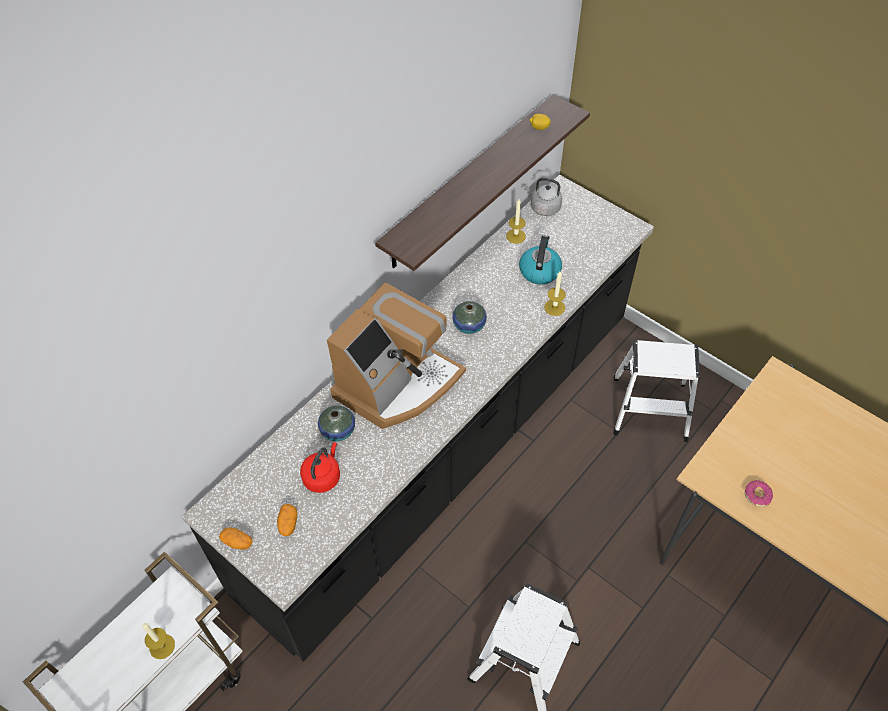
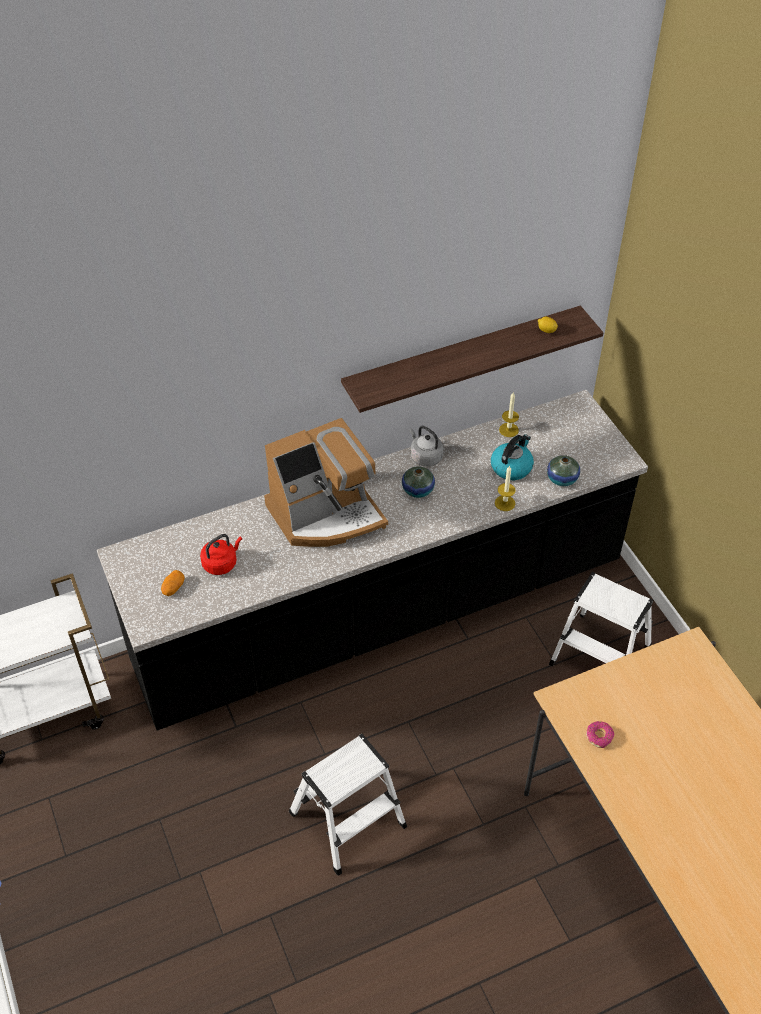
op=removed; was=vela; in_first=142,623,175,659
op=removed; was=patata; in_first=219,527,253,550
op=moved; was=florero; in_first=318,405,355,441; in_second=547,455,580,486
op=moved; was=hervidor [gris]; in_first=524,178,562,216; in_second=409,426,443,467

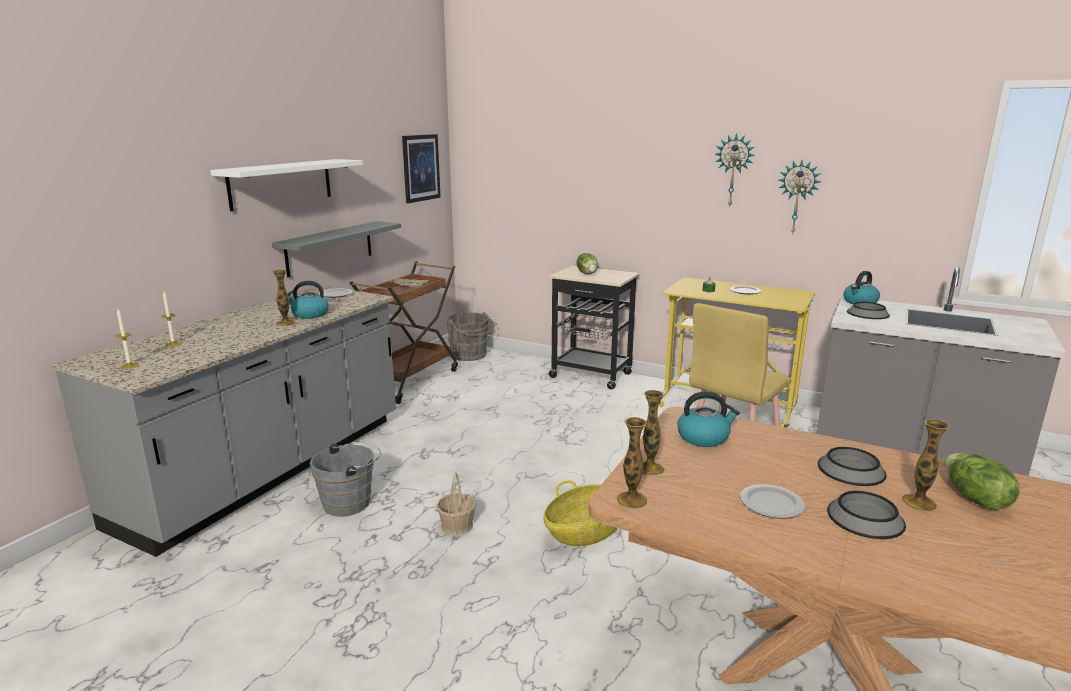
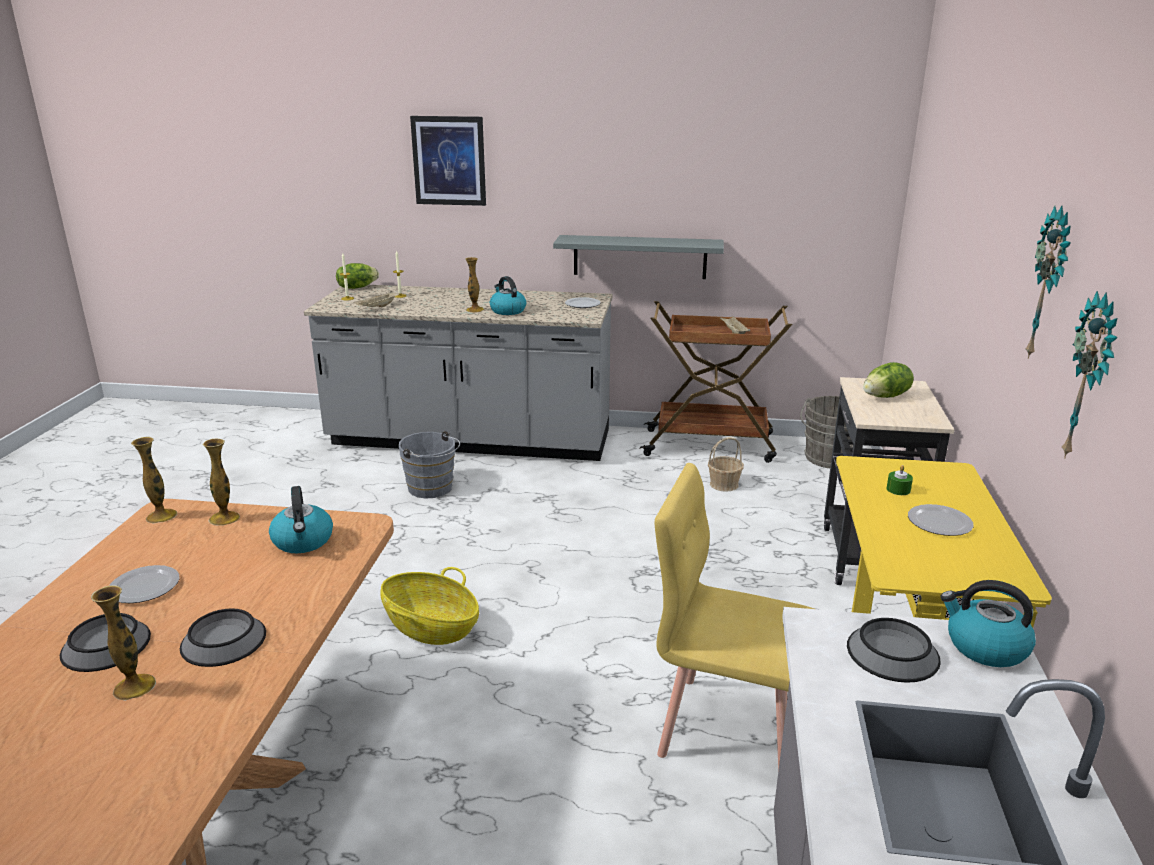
op=removed; was=estante [blanco]; in_first=210,159,363,211
op=moved; was=cuadro; in_first=402,134,441,203; in_second=410,116,486,206
op=moved; was=cesta; in_first=436,473,476,536; in_second=708,437,744,492
op=moved; was=lechuga; in_first=945,453,1020,510; in_second=336,263,379,289
op=added; now=bandeja [beis]; in_second=354,291,399,307

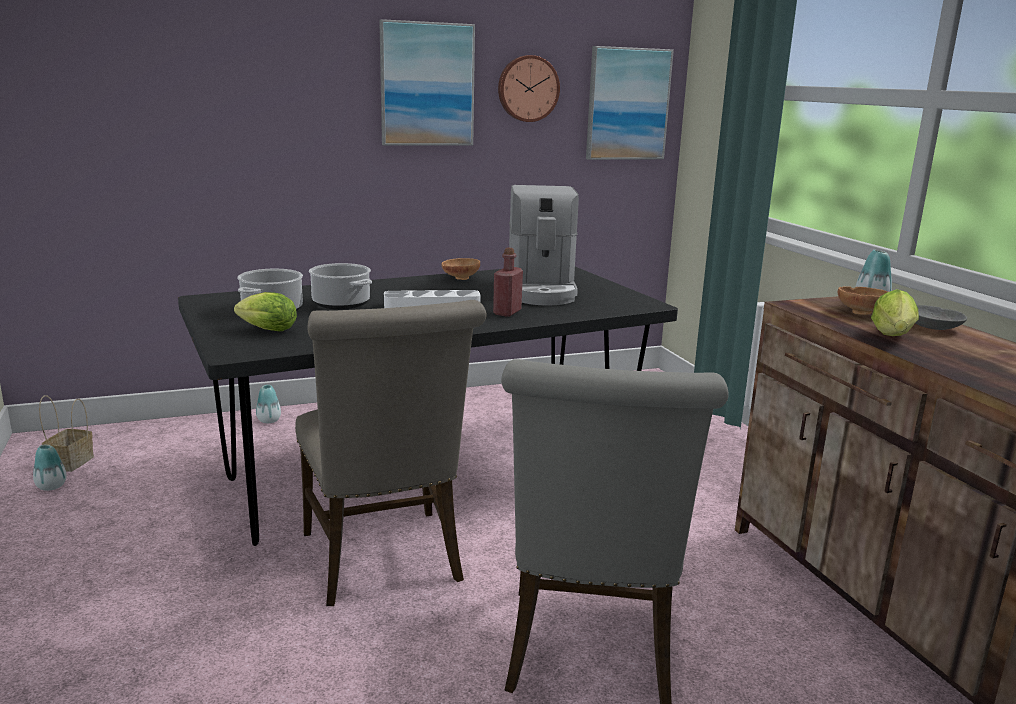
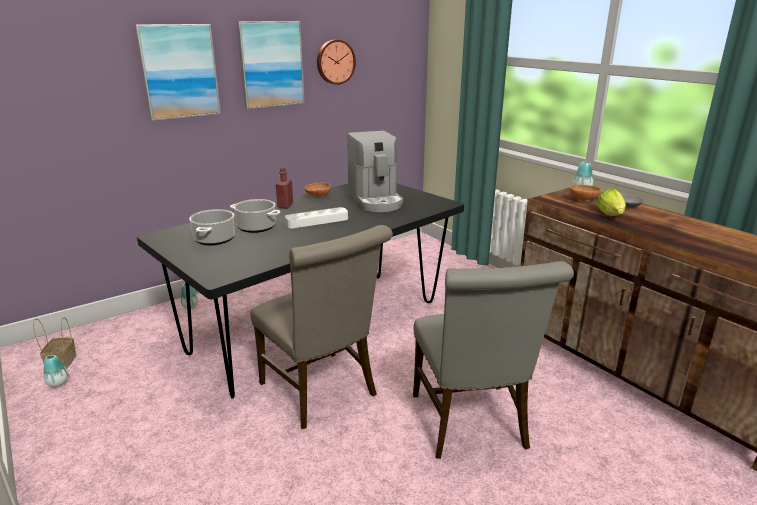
op=removed; was=lechuga; in_first=234,292,297,331
op=moved; was=botella [rojo]; in_first=493,248,523,317; in_second=276,167,293,209
op=moved; was=cuadro; in_first=586,46,674,160; in_second=135,24,221,121

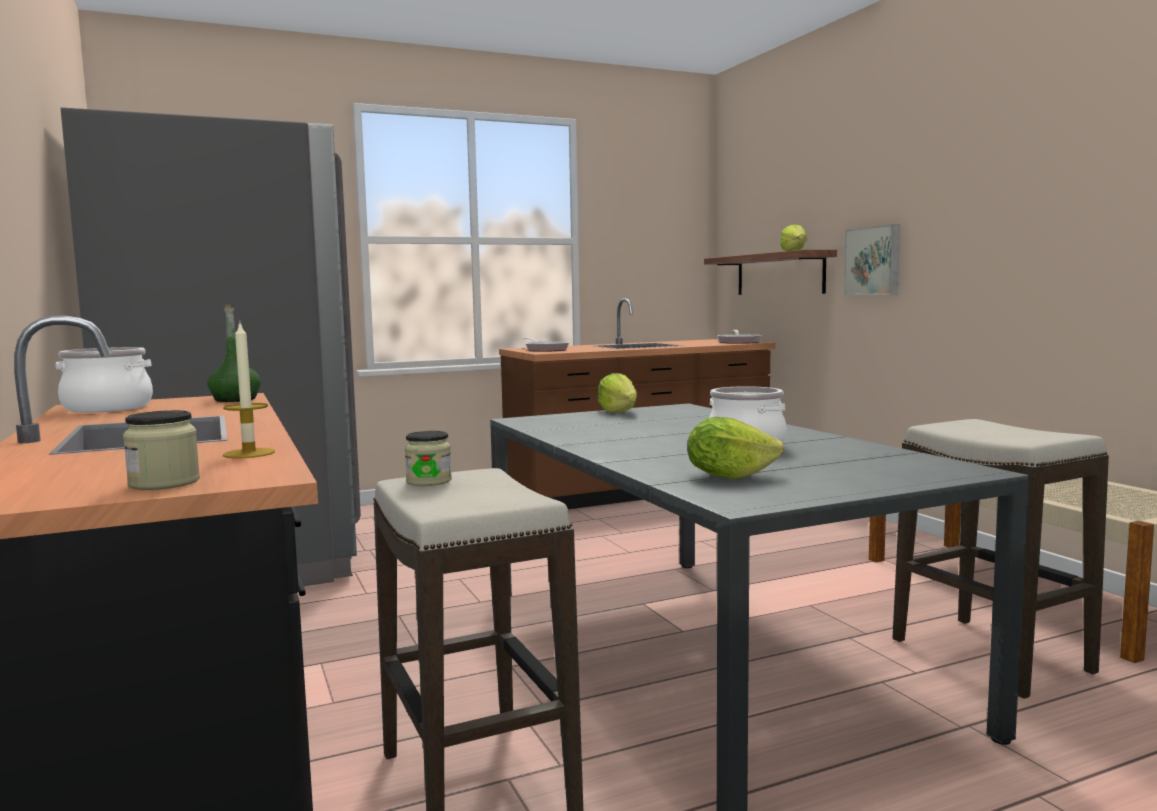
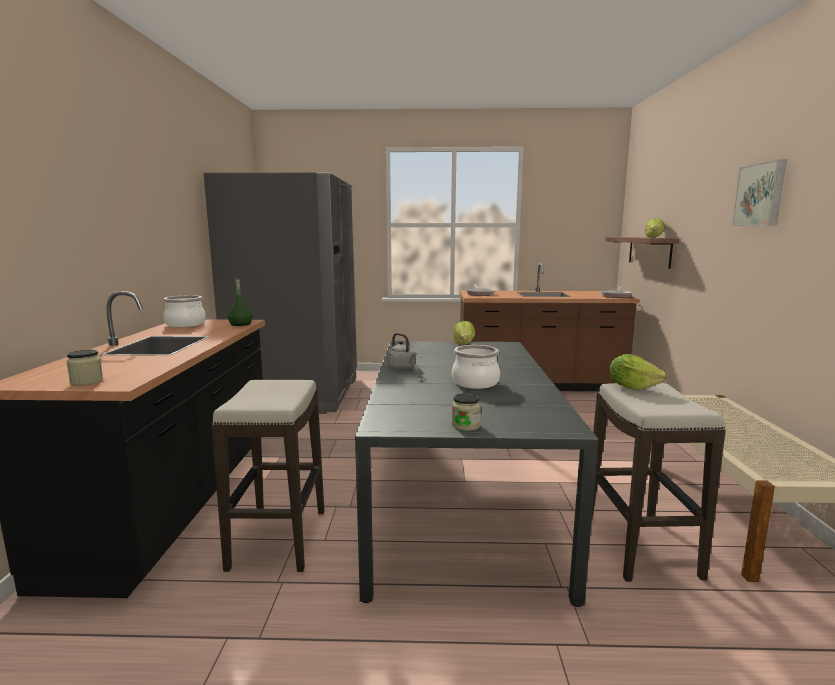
op=removed; was=vela; in_first=223,323,275,458
op=moved; was=tarro; in_first=405,431,452,486; in_second=452,393,481,431
op=moved; was=lechuga; in_first=687,417,784,479; in_second=609,354,667,390
op=moved; was=cuadro; in_first=844,224,900,295; in_second=732,159,787,226
op=added; now=hervidor [gris]; in_second=387,333,417,369

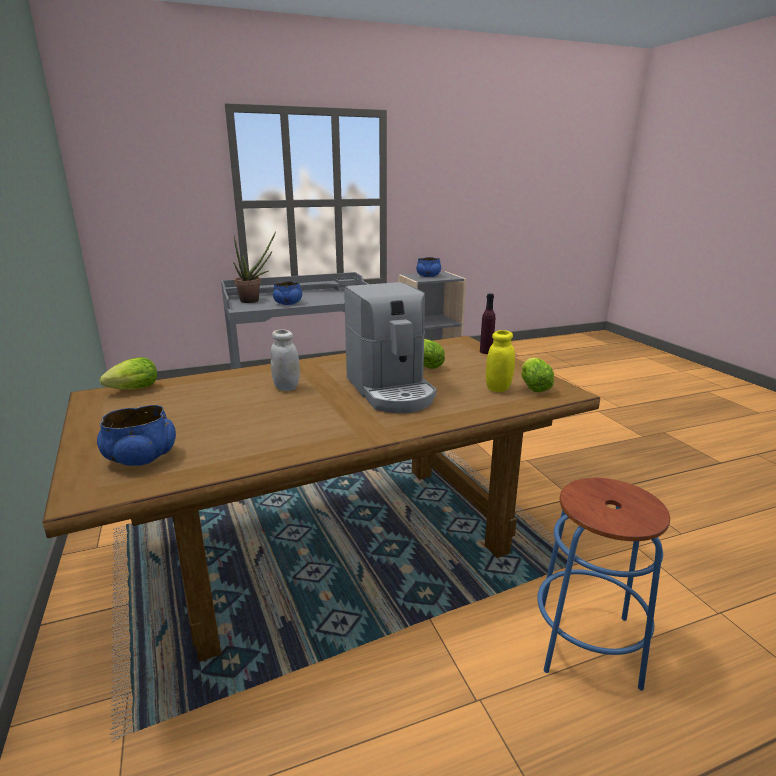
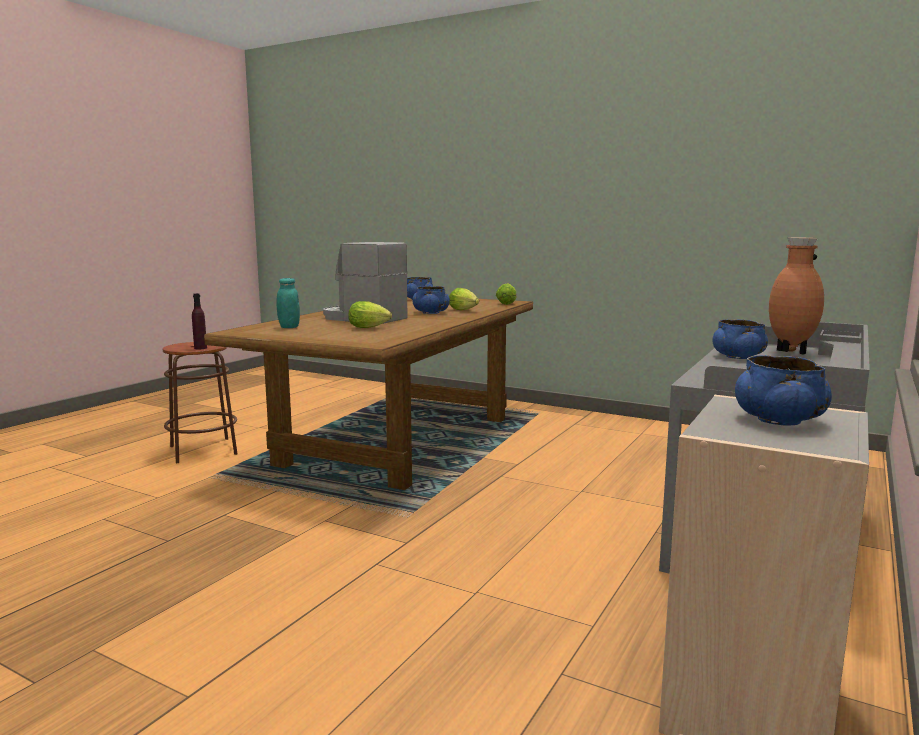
op=replaced; was=planta en maceta; now=florero [marrón]; in_first=233,231,276,303; in_second=769,237,824,354
op=replaced; was=tarro [blanco]; now=cuenco [azul]; in_first=271,330,300,391; in_second=413,286,450,314
op=moved; was=botella [morado]; in_first=480,294,495,354; in_second=192,293,207,349
op=recoloured; was=tarro [amarillo]; now=tarro [turquesa]; in_first=486,330,515,393; in_second=276,278,300,328
op=moved; was=lechuga; in_first=521,357,554,392; in_second=449,288,479,310
op=recoloured; was=taburete [azul]; now=taburete [marrón]; in_first=537,478,670,691; in_second=163,342,237,463

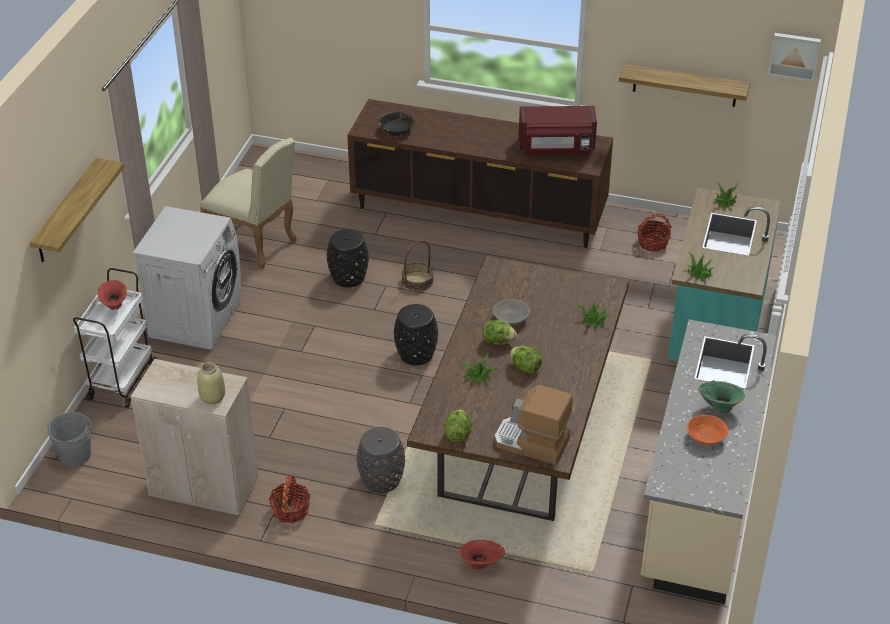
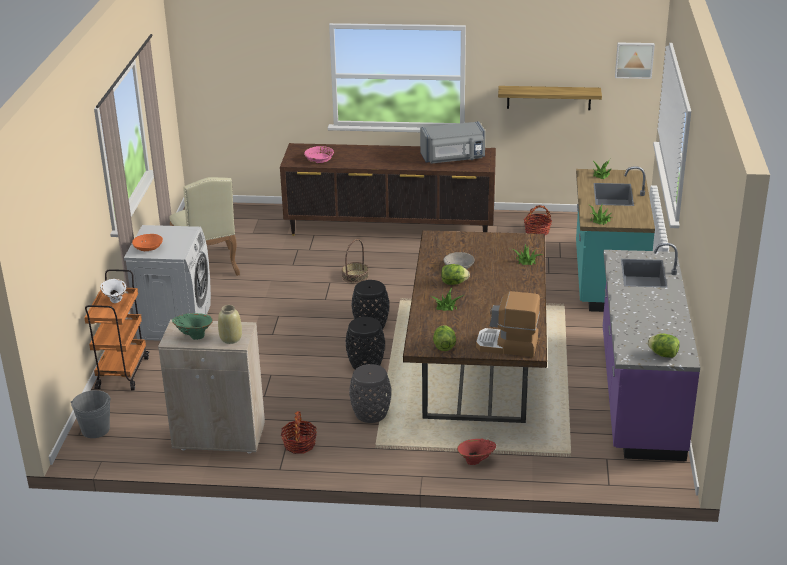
op=removed; was=estante; in_first=30,158,124,262
op=recoloured; was=carrito [blanco]; now=carrito [naranja]; in_first=73,268,156,407; in_second=84,269,149,391
op=recoloured; was=florero [rojo]; now=florero [blanco]; in_first=98,280,127,310; in_second=100,279,127,303
op=turned; was=silla [beis]; in_first=200,138,297,269; in_second=169,177,240,276; clockwise=45
op=moved; was=taburete [negro]; in_first=327,229,369,288; in_second=346,317,385,369
op=recoloured; was=cuenco [negro]; now=cuenco [rosa]; in_first=379,112,415,136; in_second=304,146,334,163
op=moved; was=lechuga; in_first=510,346,542,374; in_second=647,333,679,358
op=recoloured; was=microondas [rojo]; now=microondas [gris]; in_first=519,106,597,156; in_second=420,121,486,164
op=recoloured; was=mueble bajo de cocina [beis]; now=mueble bajo de cocina [morado]; in_first=641,319,777,604; in_second=603,243,700,461
op=moved; was=cuenco [naranja]; in_first=687,415,728,445; in_second=132,234,163,251
op=moved; was=florero [verde]; in_first=699,381,745,413; in_second=172,313,213,340

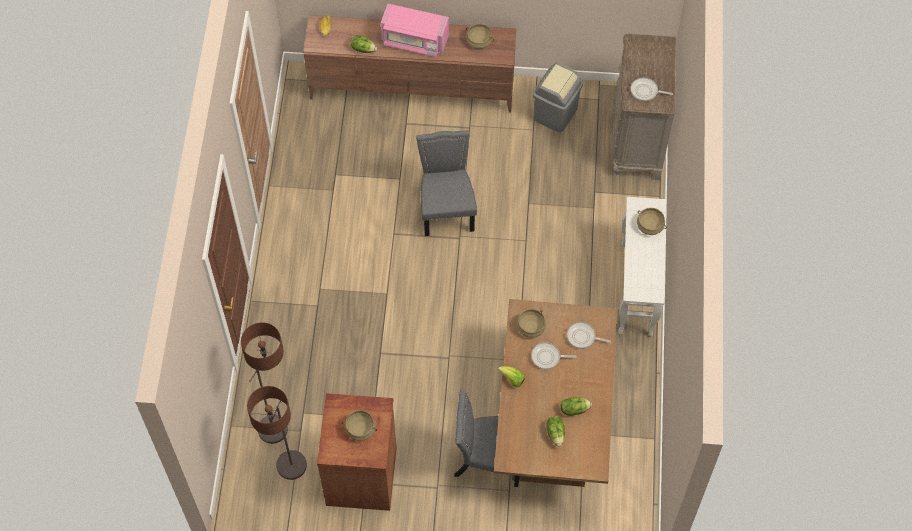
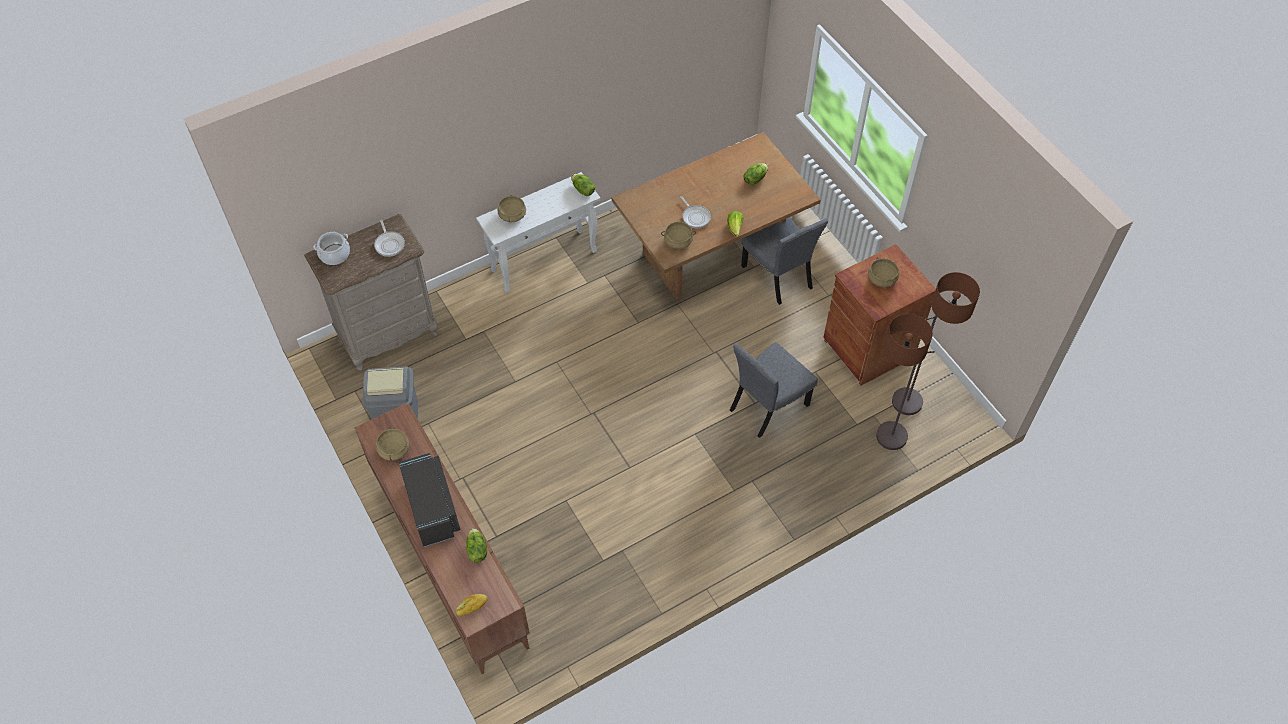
op=recoloured; was=microondas [rosa]; now=microondas [negro]; in_first=381,4,449,57; in_second=399,453,461,547
op=moved; was=silla [gris]; in_first=416,130,477,236; in_second=730,342,818,438
op=moved; was=lechuga; in_first=561,397,592,416; in_second=571,174,595,196
op=removed; was=sartén; in_first=567,322,611,349
op=added; now=olla; in_second=313,232,350,265

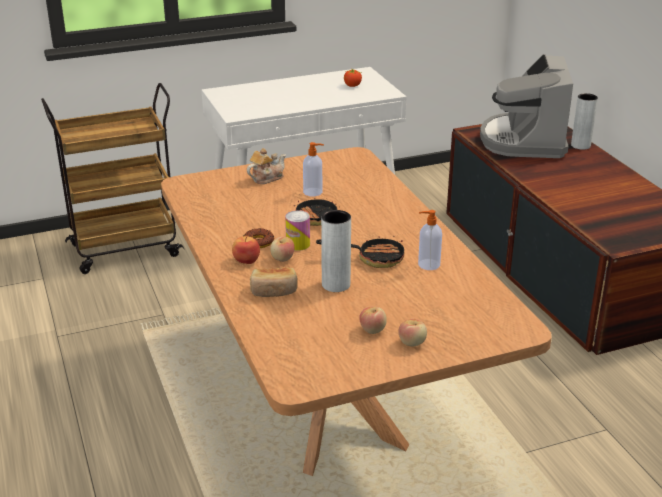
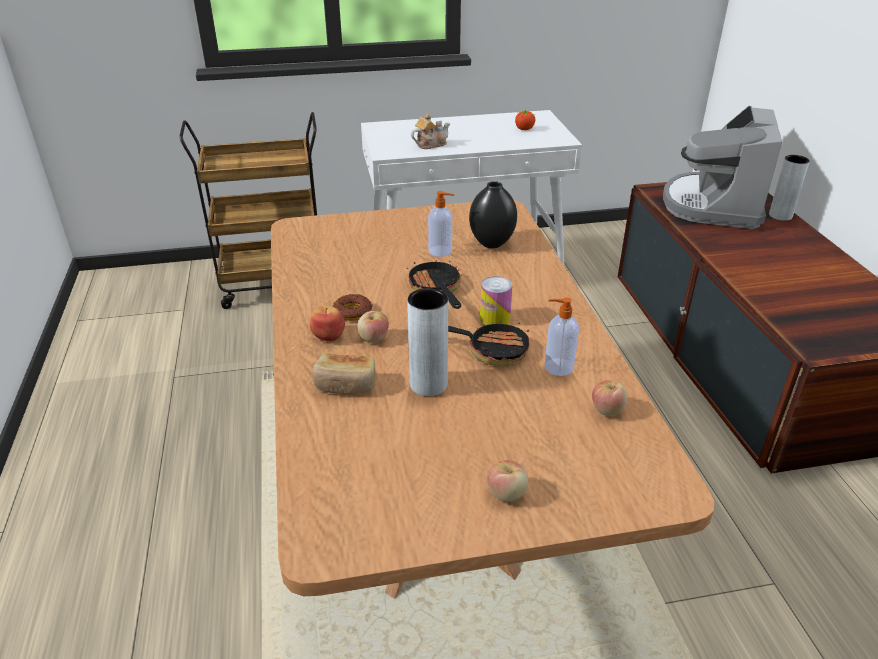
op=moved; was=tetera; in_first=247,148,286,184; in_second=411,114,450,149
op=moved; was=lata; in_first=285,210,310,251; in_second=480,276,513,325
op=moved; was=manzana; in_first=359,307,387,334; in_second=592,380,628,416
op=added; now=florero [negro]; in_second=469,181,517,248

